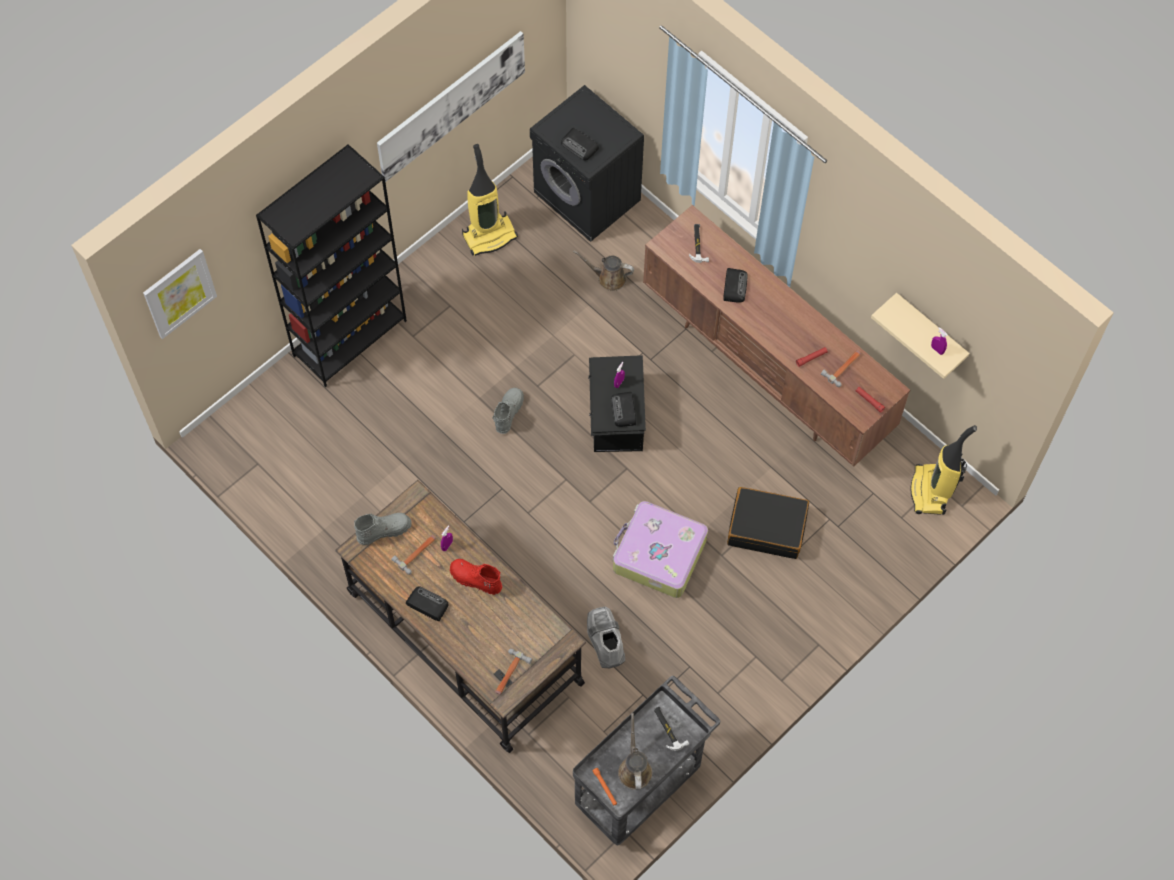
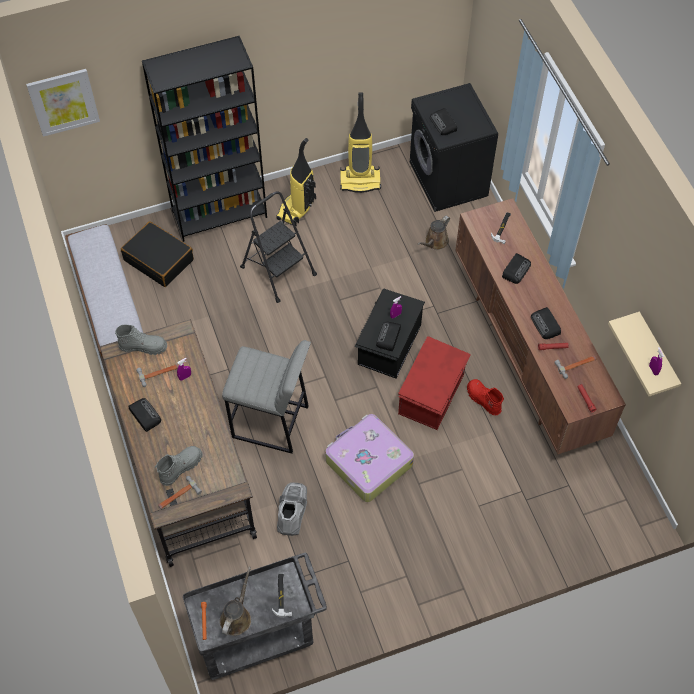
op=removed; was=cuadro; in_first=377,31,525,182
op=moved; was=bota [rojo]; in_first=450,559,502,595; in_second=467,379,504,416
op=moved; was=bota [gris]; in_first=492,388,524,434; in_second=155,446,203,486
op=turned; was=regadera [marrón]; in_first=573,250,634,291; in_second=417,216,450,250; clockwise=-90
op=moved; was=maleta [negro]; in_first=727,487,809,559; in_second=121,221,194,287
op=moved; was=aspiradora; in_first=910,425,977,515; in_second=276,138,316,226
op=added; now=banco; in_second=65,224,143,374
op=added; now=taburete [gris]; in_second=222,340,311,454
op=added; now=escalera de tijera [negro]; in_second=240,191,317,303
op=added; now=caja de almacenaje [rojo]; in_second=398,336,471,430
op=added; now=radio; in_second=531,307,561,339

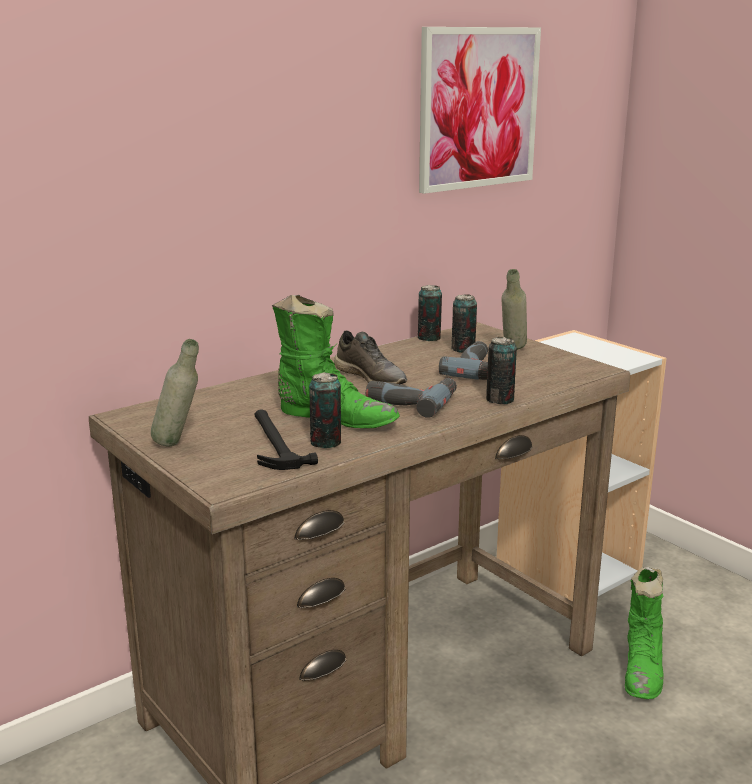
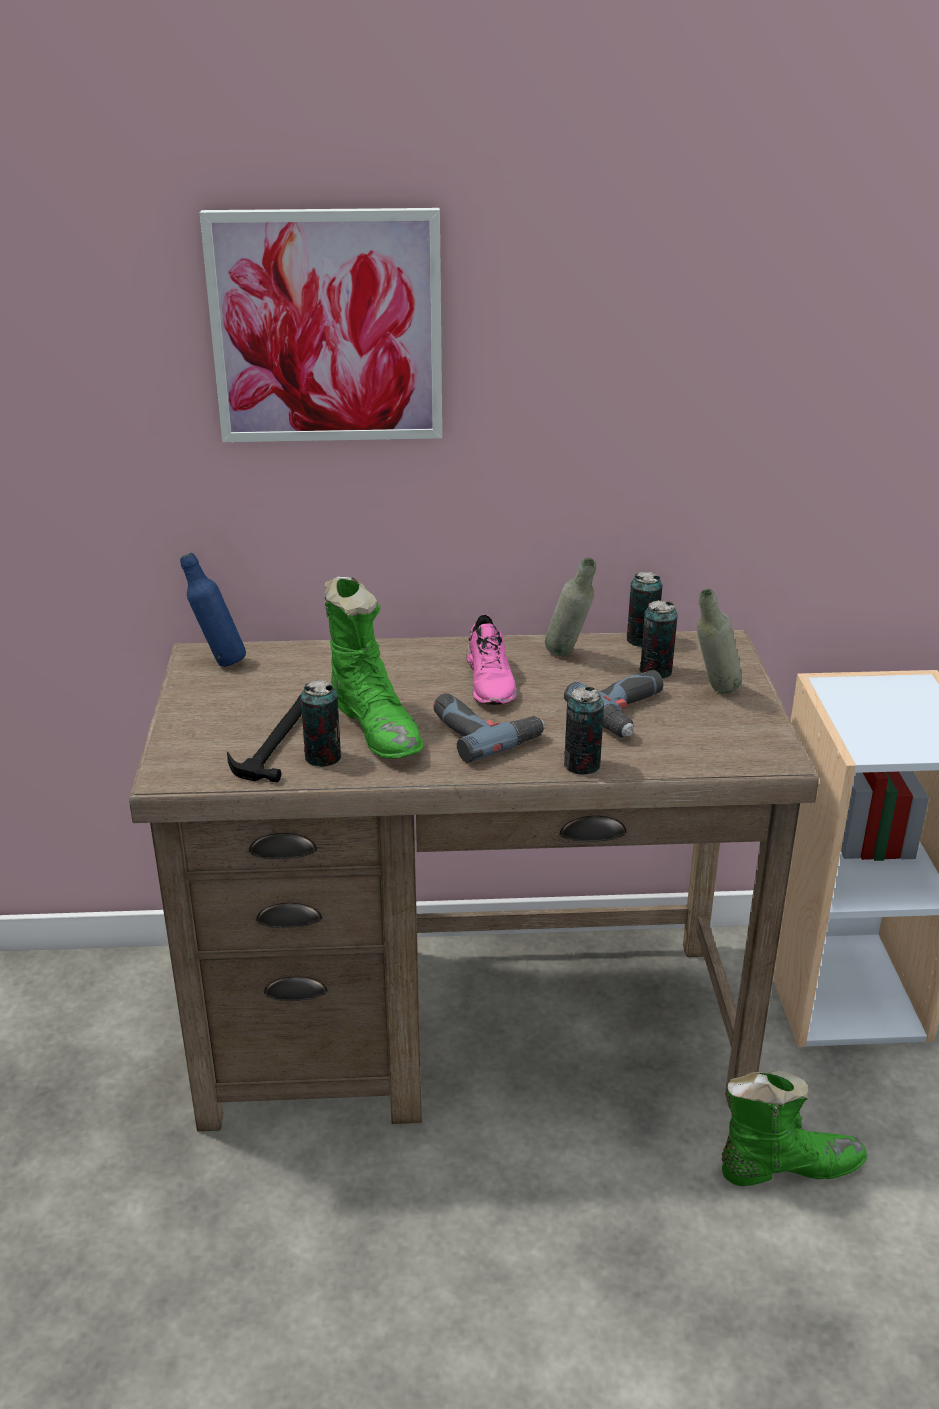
op=moved; was=botella [gris]; in_first=151,339,199,446; in_second=545,558,596,656
op=recoloured; was=zapato [gris]; now=zapato [rosa]; in_first=334,330,407,384; in_second=466,614,517,705
op=moved; was=cuadro; in_first=419,27,541,194; in_second=200,208,442,442
op=turned; was=bota [verde]; in_first=625,567,664,699; in_second=722,1070,868,1186; clockwise=-150
op=added; now=botella [azul]; in_second=180,553,246,667

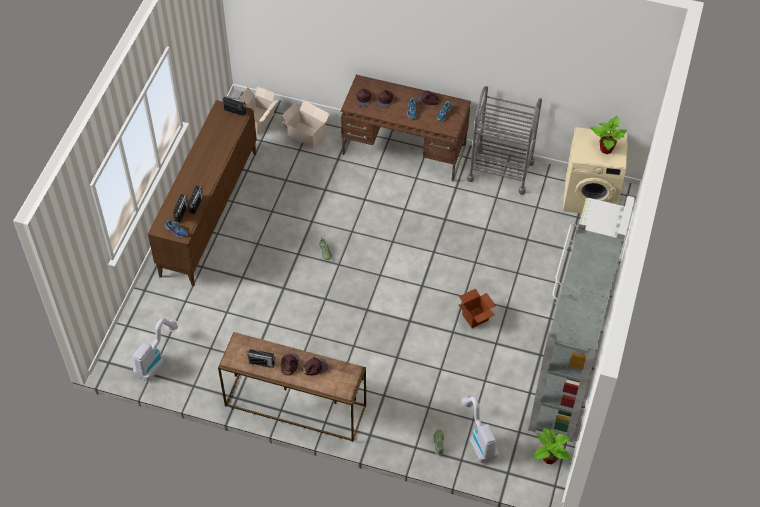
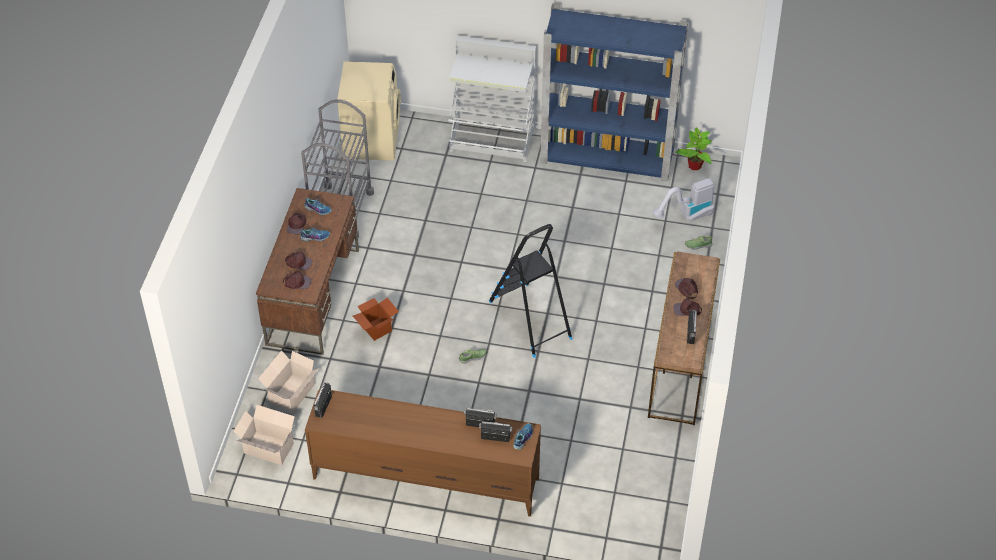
op=removed; was=aspiradora; in_first=133,318,178,381
op=moved; was=caja de cartón; in_first=459,289,496,328; in_second=353,298,399,341
op=recoloured; was=estantería [gris]; now=estantería [azul]; in_first=528,224,625,442; in_second=540,3,688,181
op=removed; was=planta en maceta; in_first=591,116,627,154
op=added; now=escalera de tijera [negro]; in_second=489,224,572,358

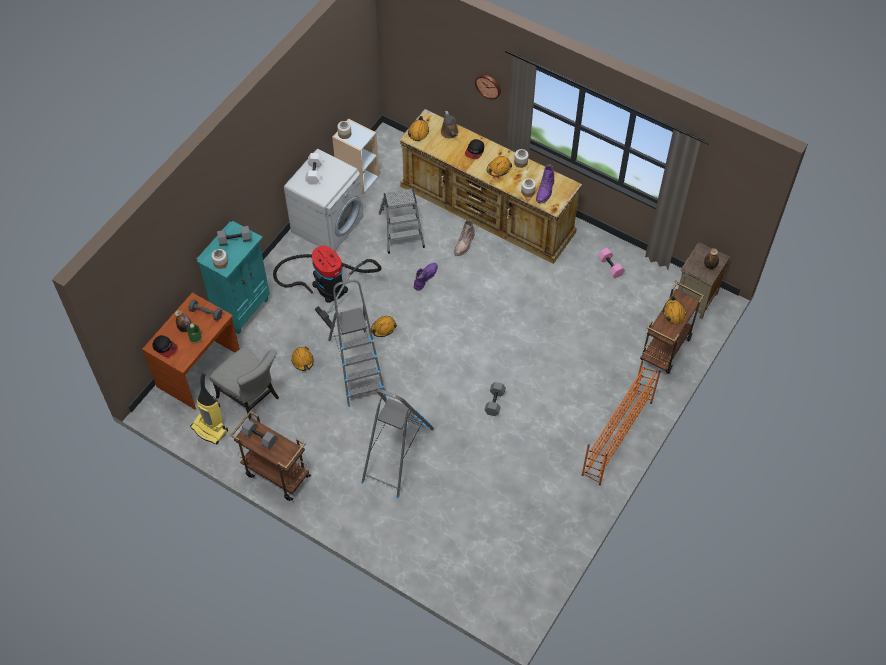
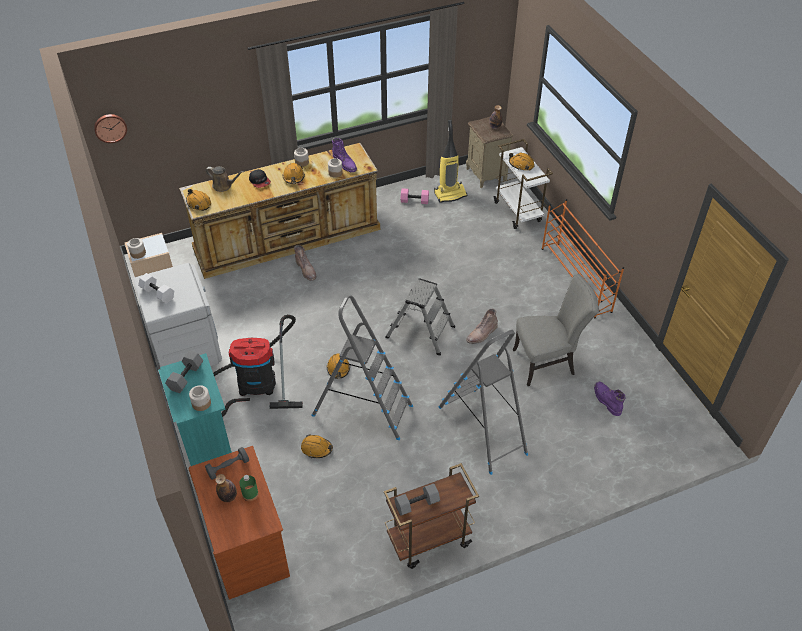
op=removed; was=gorra; in_first=152,335,178,357
op=moved; was=aspiradora; in_first=190,372,228,444; in_second=434,120,467,203
op=moved; was=silla [gris]; in_first=209,347,279,420; in_second=513,273,599,386
op=moved; was=escalera de tijera [gris]; in_first=379,188,425,254; in_second=385,278,455,356
op=moved; was=bota [morado]; in_first=414,263,438,291; in_second=594,382,626,416
op=moved; was=reloj de pared; in_first=475,75,501,99; in_second=94,114,127,143
op=replaced; was=mancuerna [gris]; now=bota [marrón]; in_first=484,382,506,416; in_second=466,309,498,344
op=recoloured; was=carrito [marrón]; now=carrito [blanco]; in_first=640,282,704,374; in_second=493,139,553,229

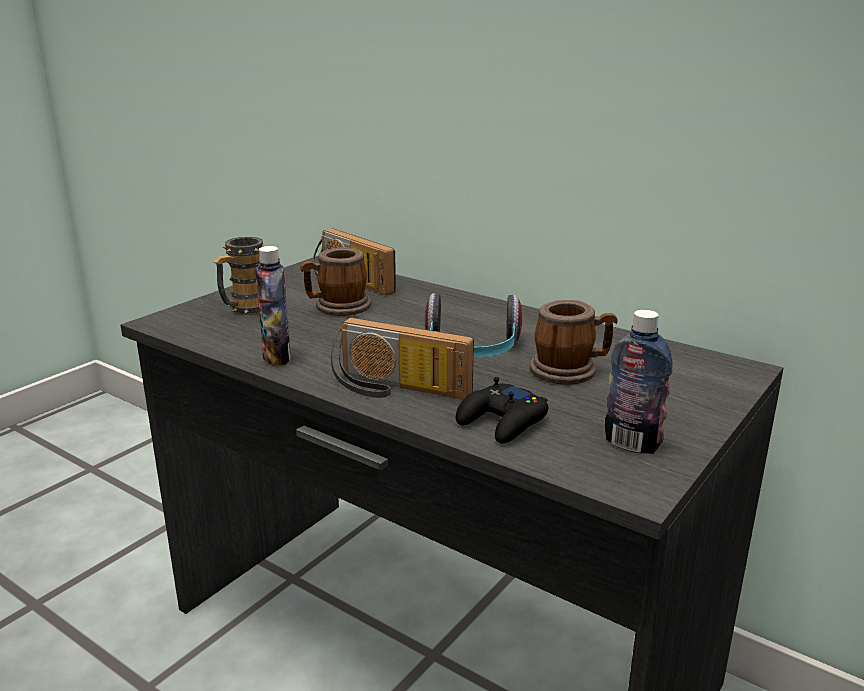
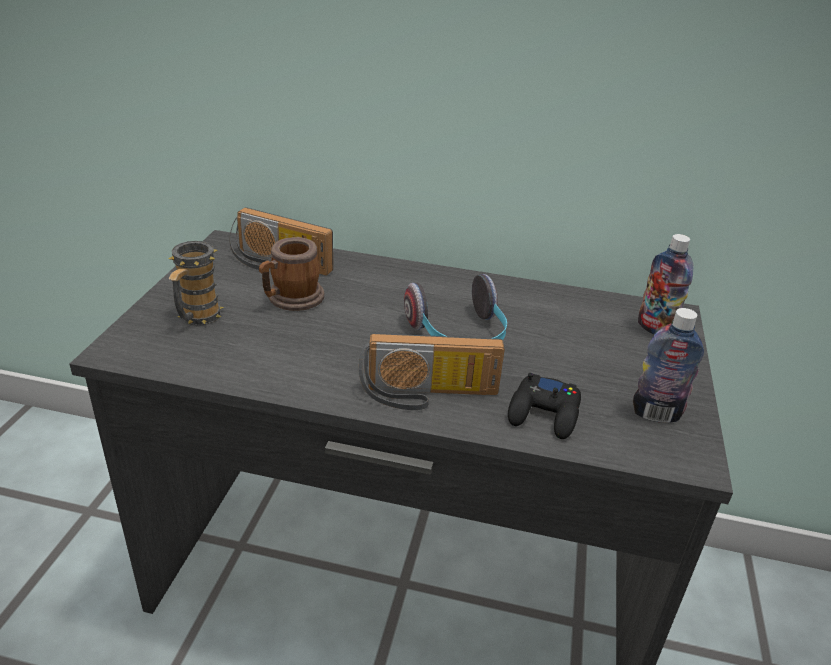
op=moved; was=botella; in_first=255,246,291,366; in_second=638,234,694,335
op=removed; was=taza grande; in_first=530,300,618,385

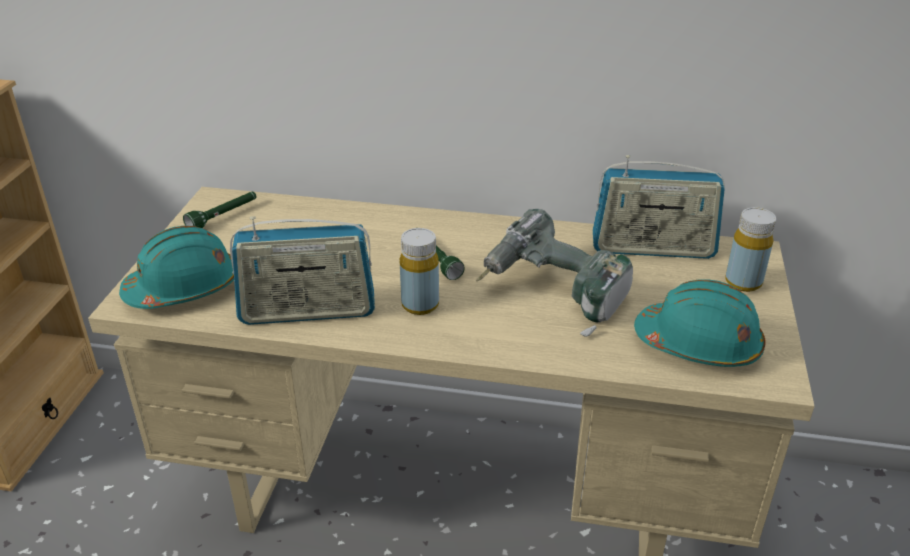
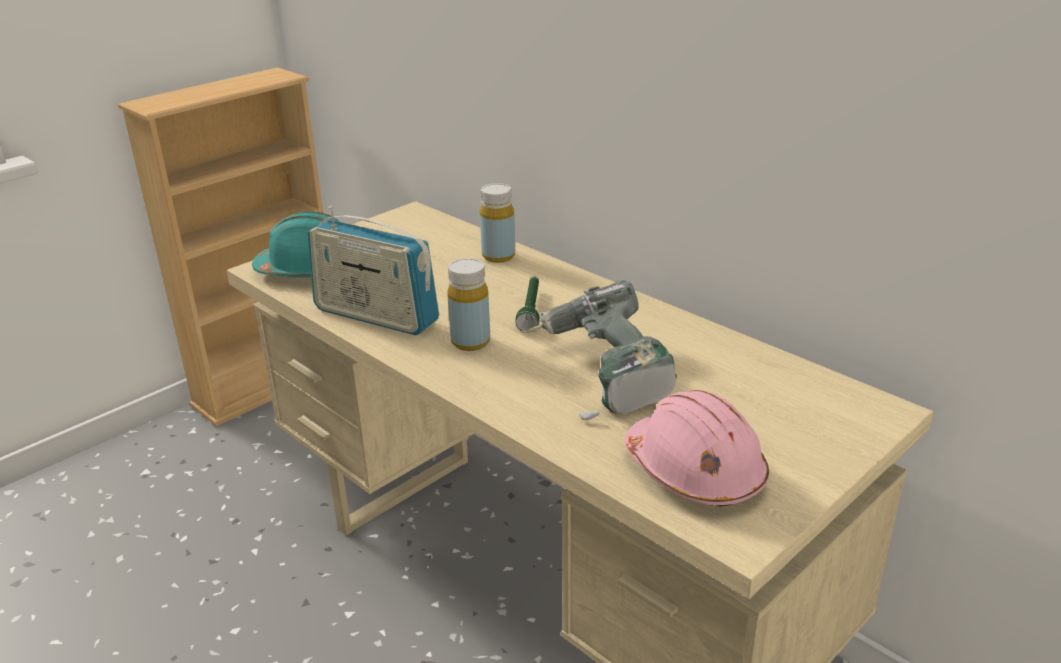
op=removed; was=linterna [verde]; in_first=183,192,257,228
op=removed; was=radio; in_first=592,155,725,259
op=recoloured; was=casco [turquesa]; now=casco [rosa]; in_first=634,279,766,367; in_second=624,390,769,507
op=moved; was=botella [amarillo]; in_first=725,207,776,292; in_second=480,183,515,263

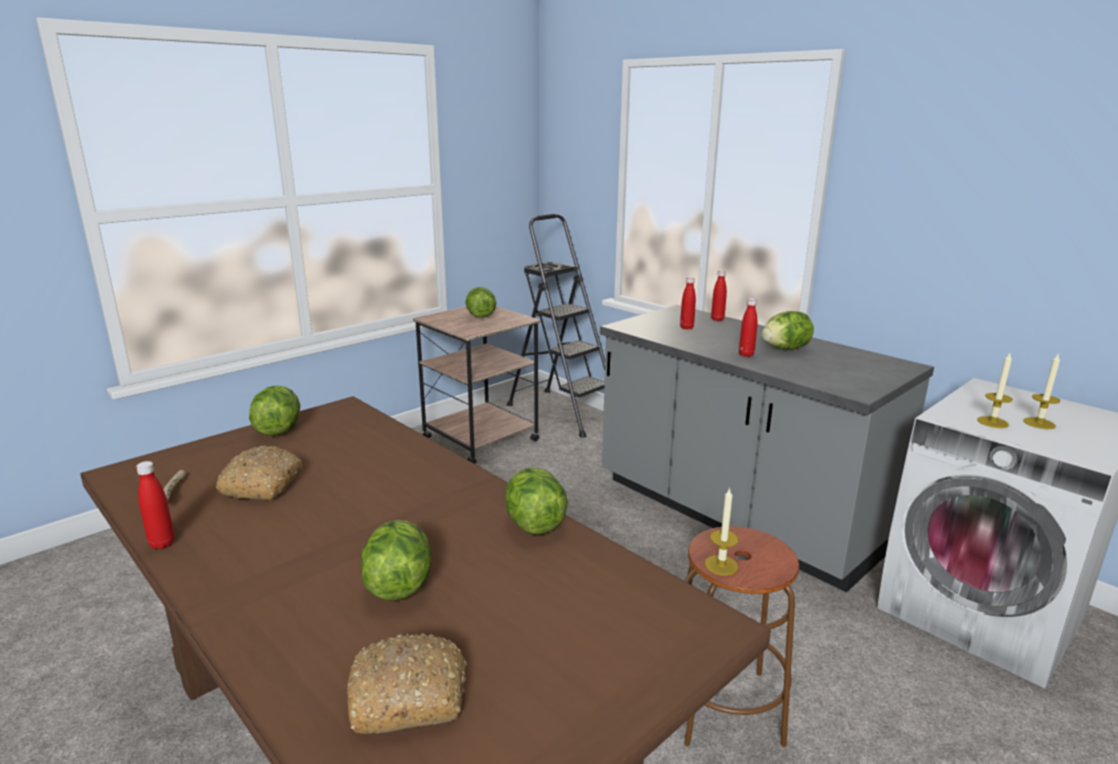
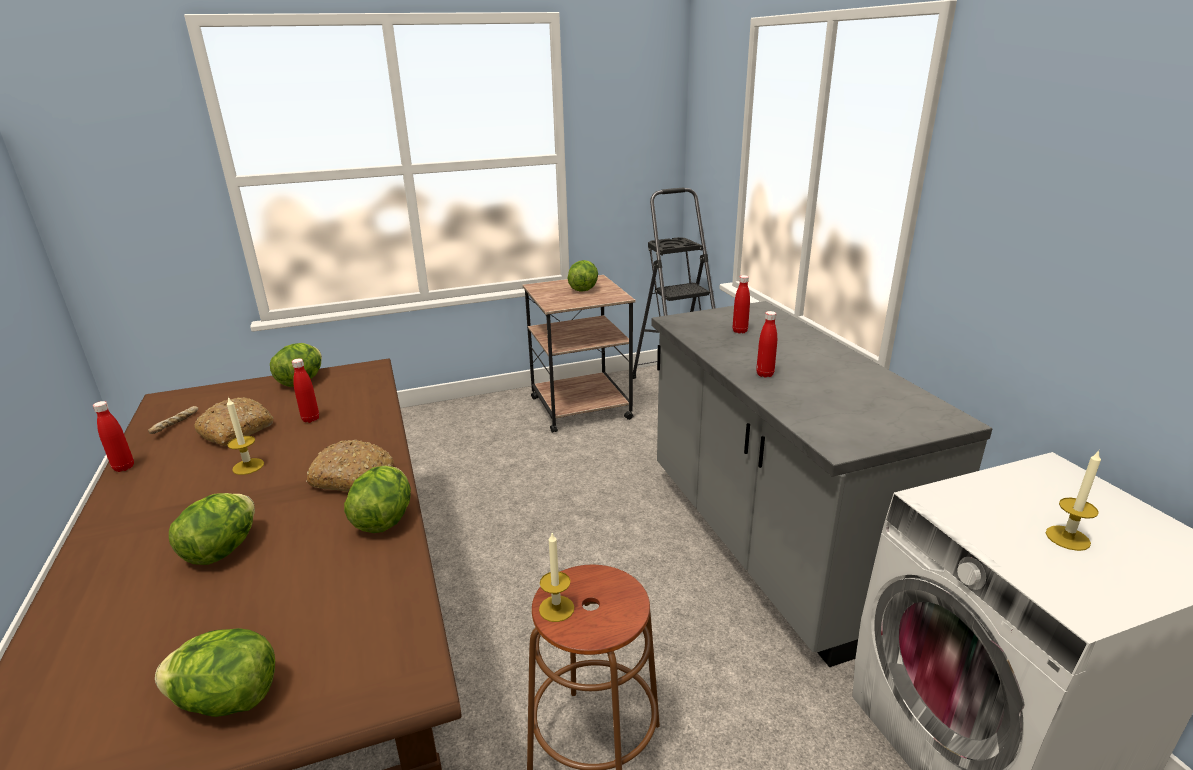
op=moved; was=pan; in_first=347,633,467,734; in_second=306,440,394,492
op=moved; was=botella [rojo]; in_first=711,270,727,321; in_second=292,358,319,423
op=moved; was=lechuga; in_first=762,311,814,350; in_second=155,628,275,717
op=moved; was=vela; in_first=977,353,1013,428; in_second=227,397,264,475

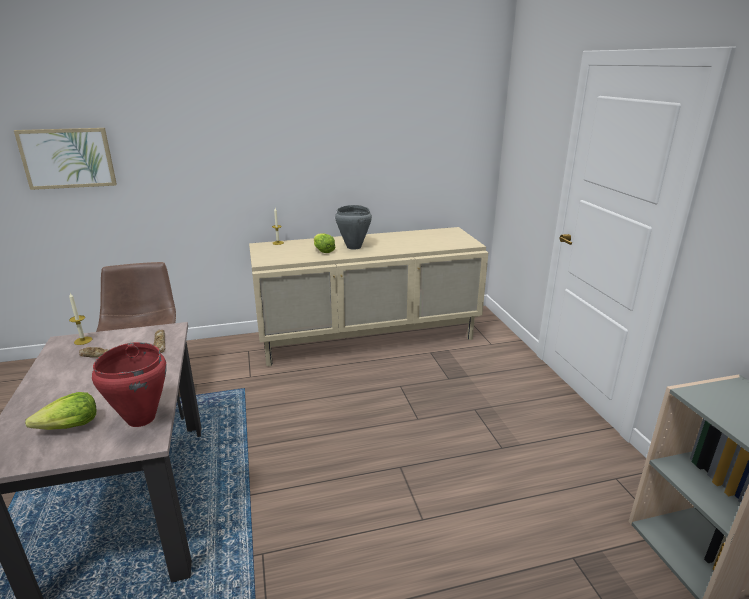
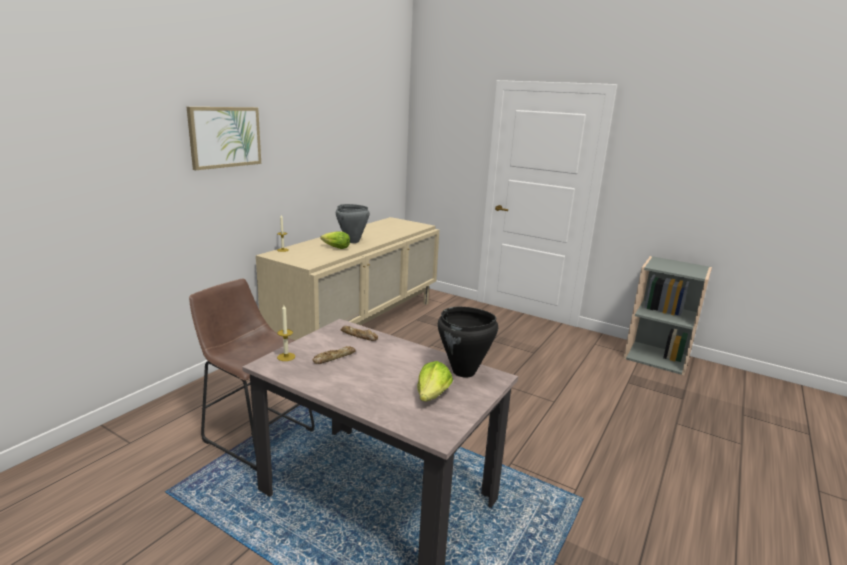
op=moved; was=cuadro; in_first=14,128,117,190; in_second=187,107,261,170
op=recoloured; was=olla [rojo]; now=olla [negro]; in_first=92,342,167,427; in_second=438,307,498,378

